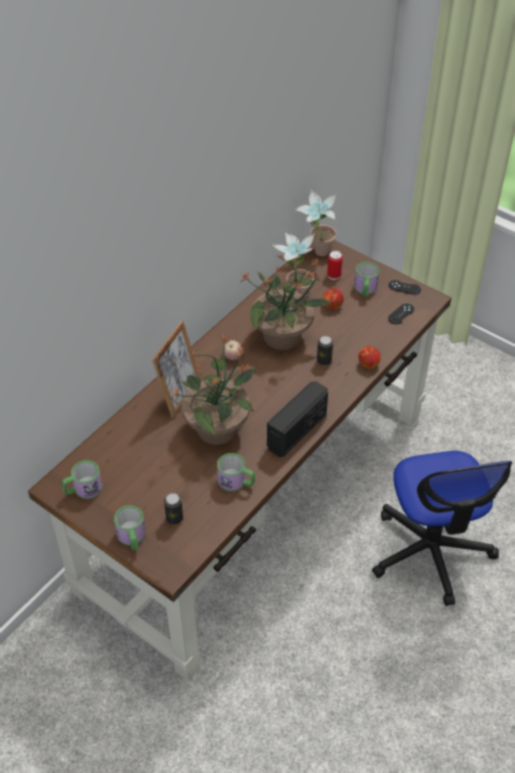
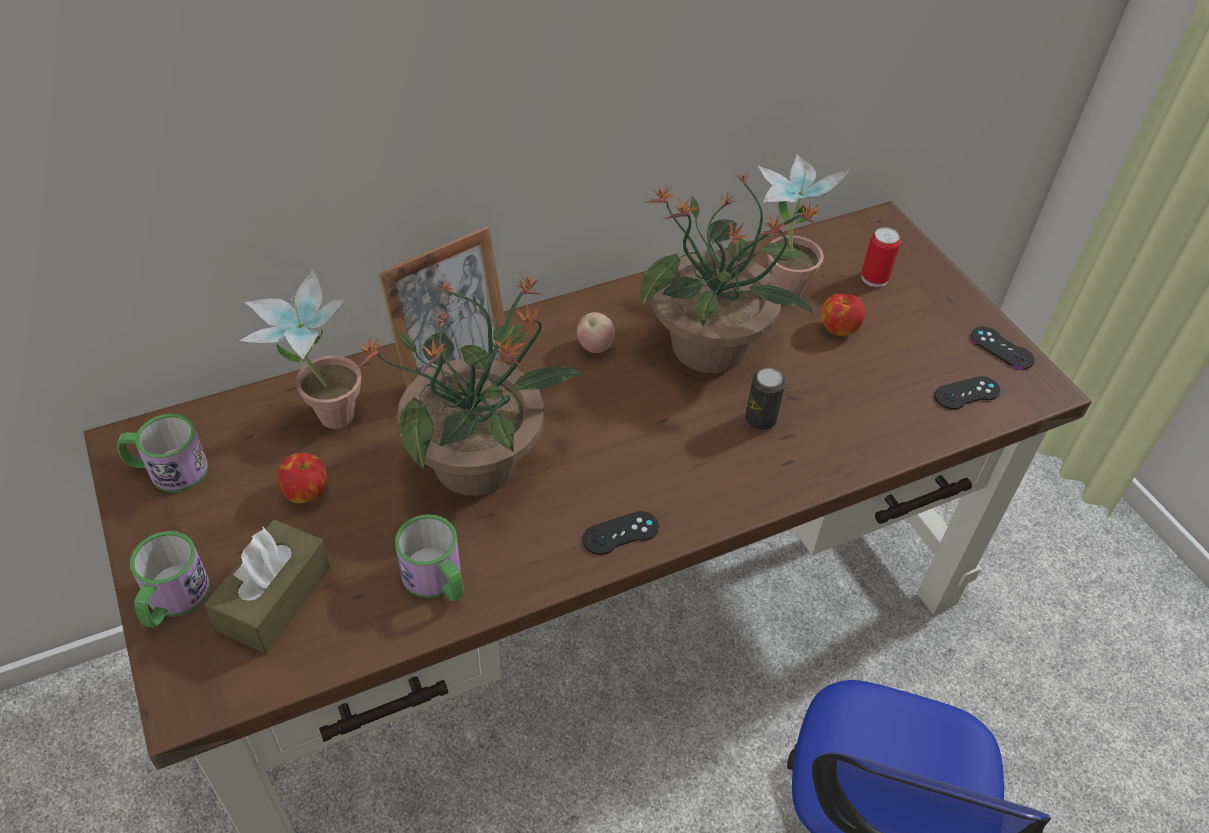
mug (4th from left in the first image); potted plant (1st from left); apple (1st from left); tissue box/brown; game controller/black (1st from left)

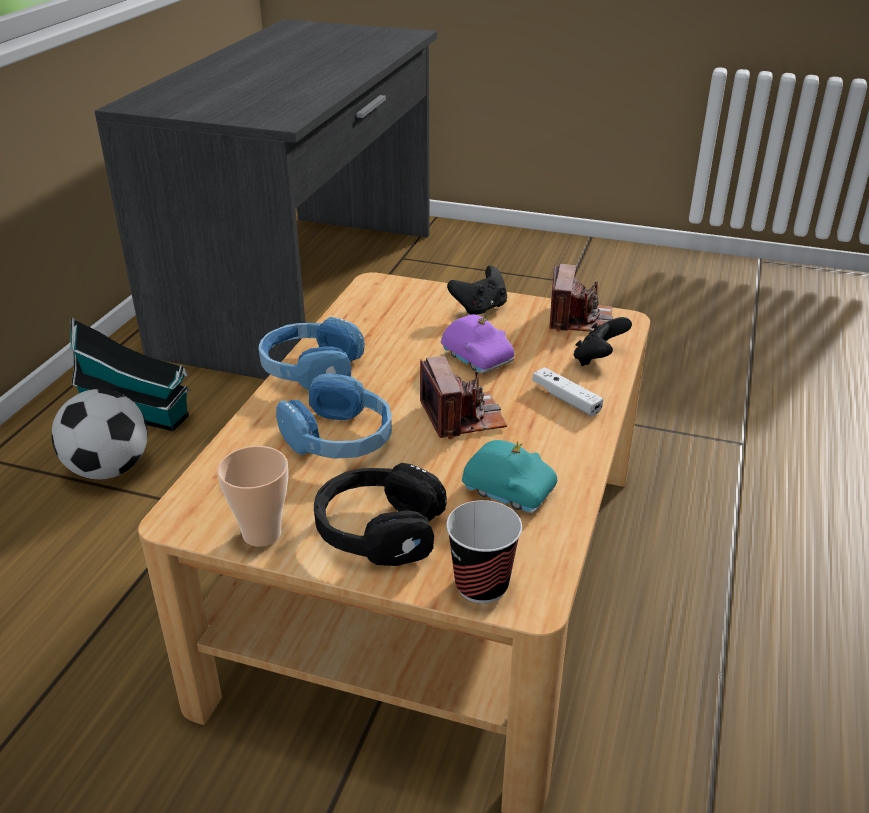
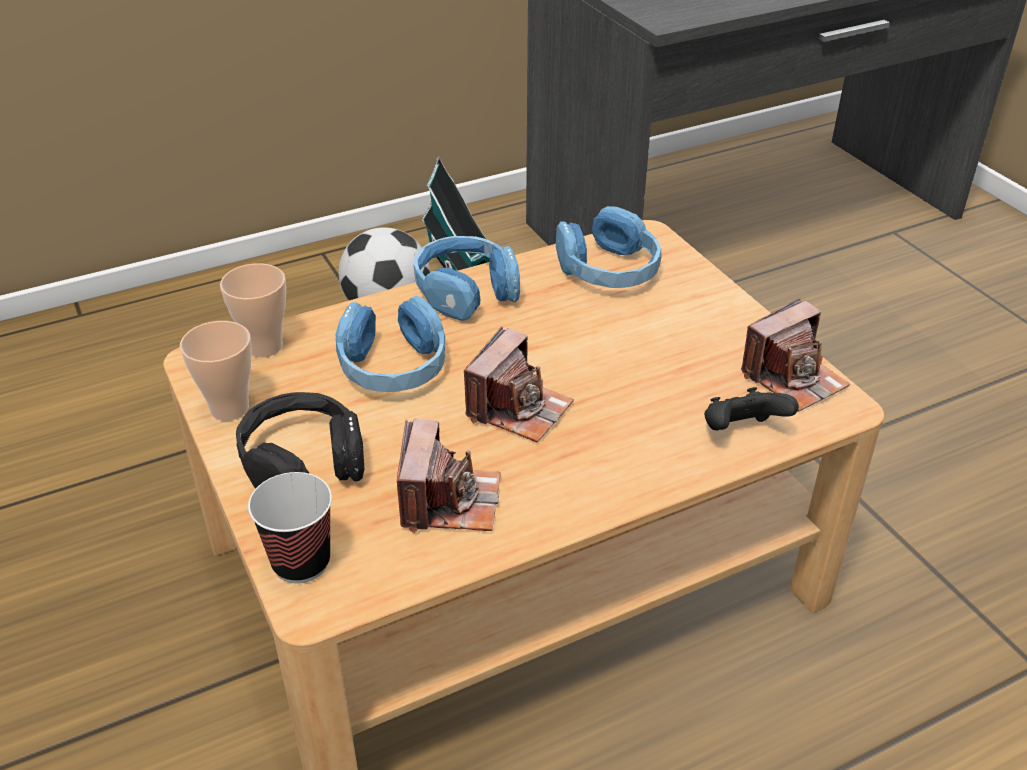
toy car/purple; game controller/black (1st from left in the first image); game controller/white; cup (2nd from left); headphones/blue (3rd from left); photo camera (1st from left)

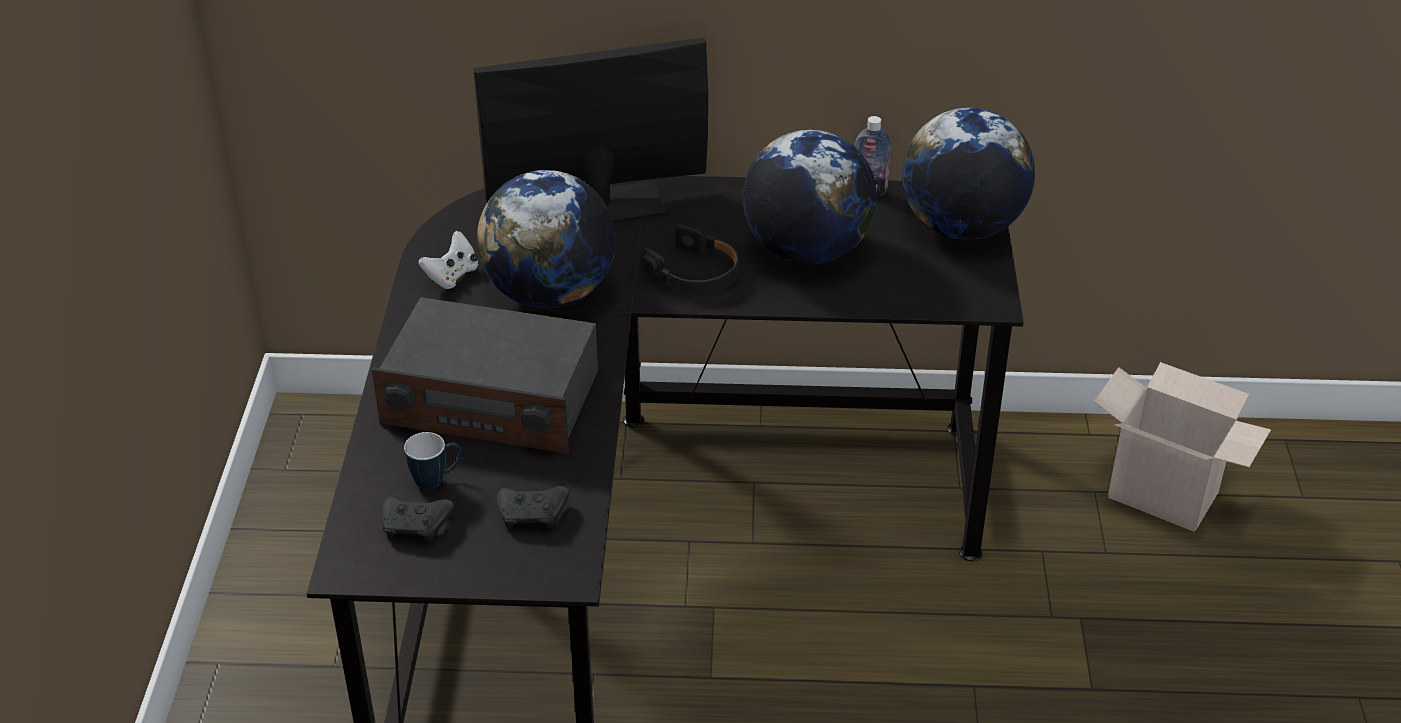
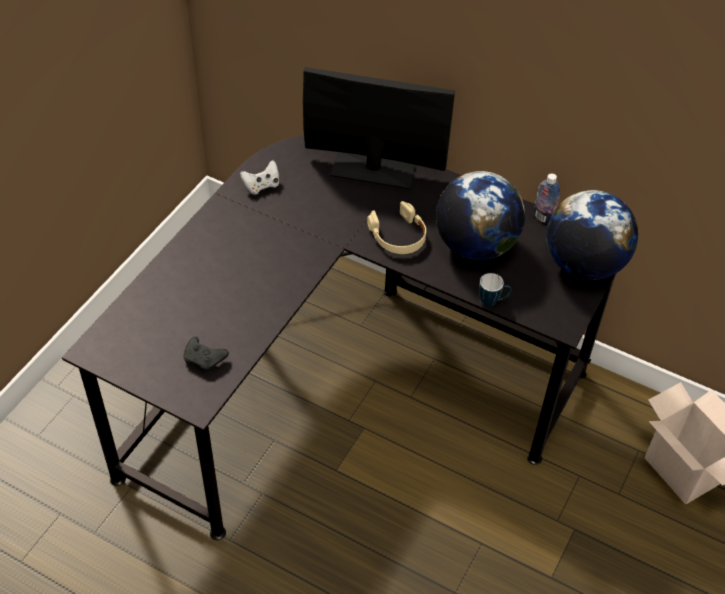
radio; game controller/black (1st from left in the first image); globe (1st from left in the first image); mug; headphones/beige

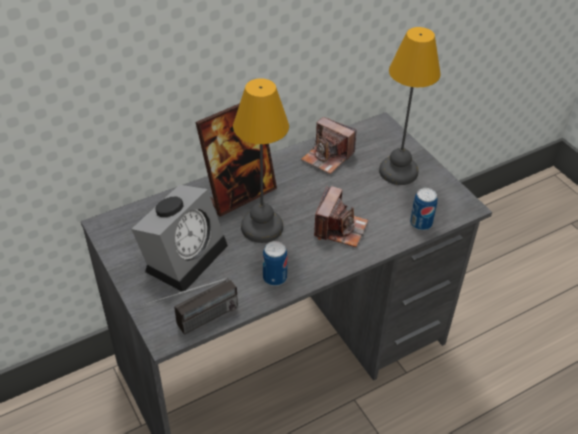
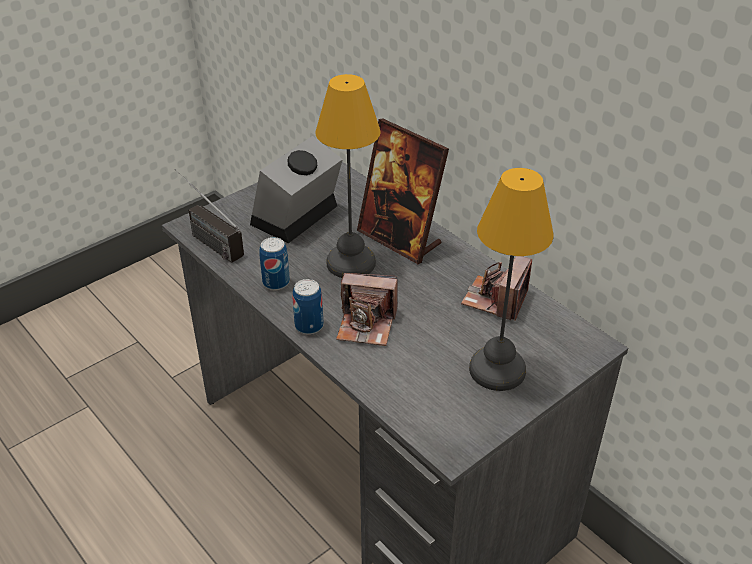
can (2nd from left); alarm clock

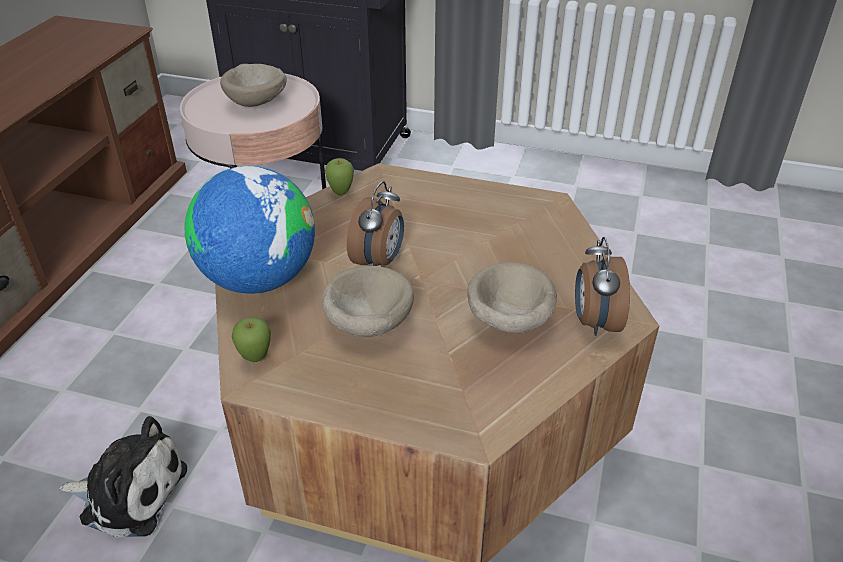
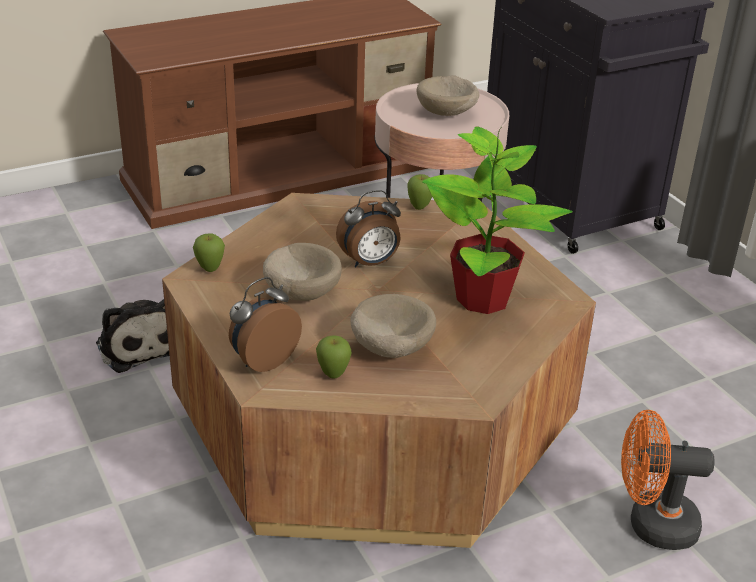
globe; apple (2nd from left); potted plant; fan/orange; alarm clock (1st from left)

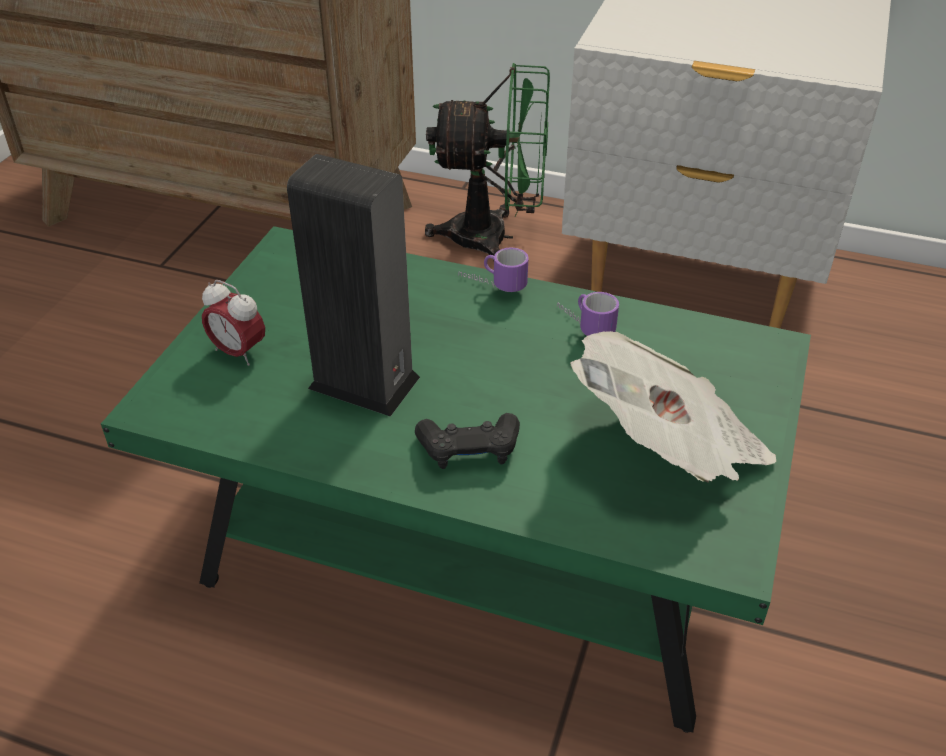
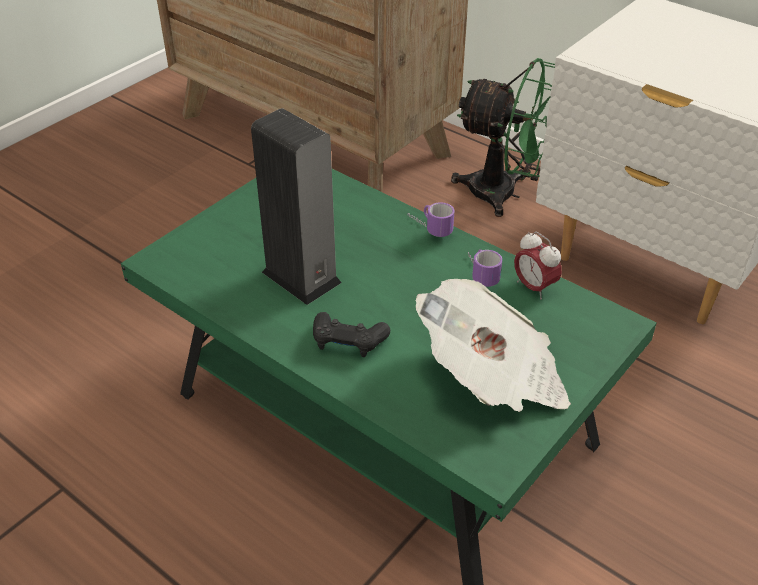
alarm clock

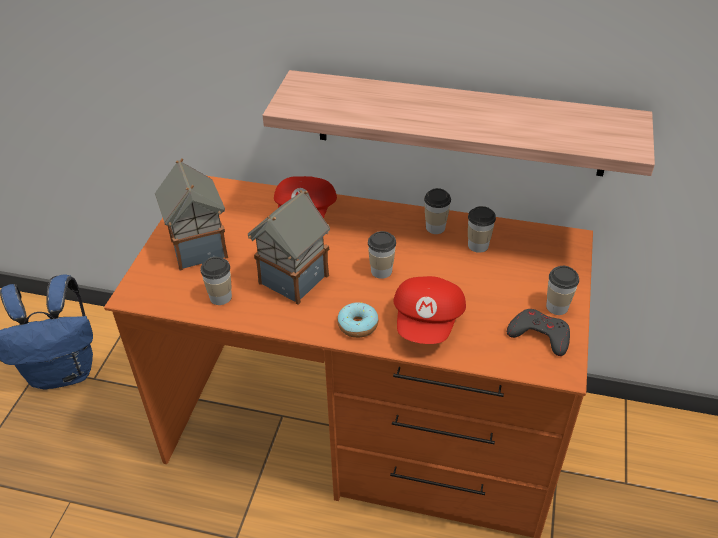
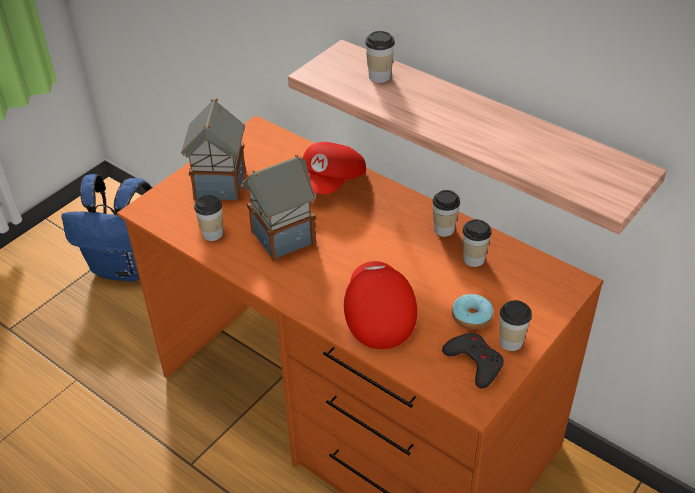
donut; cup (2nd from left); cap/red (2nd from left)

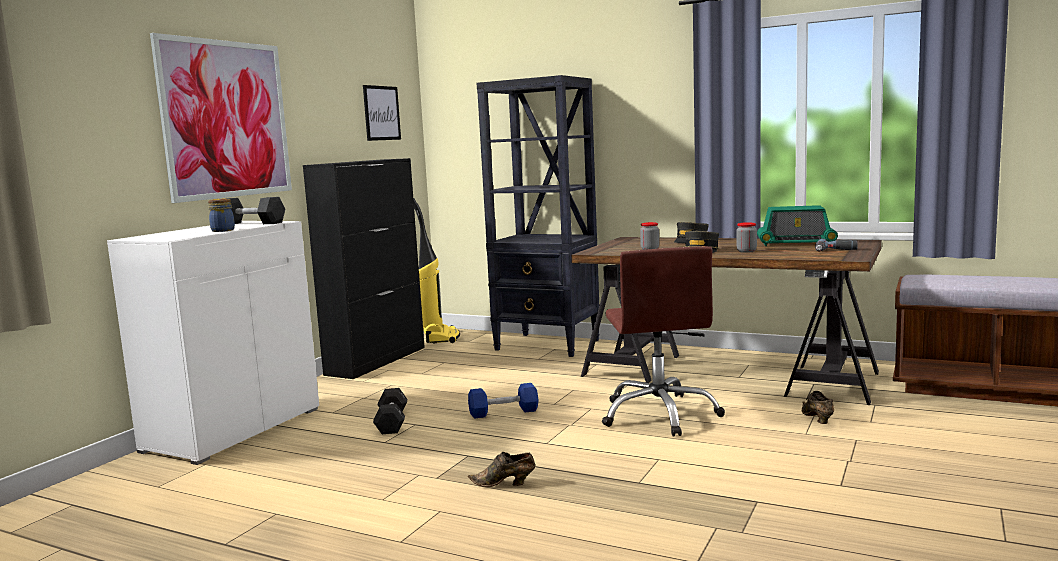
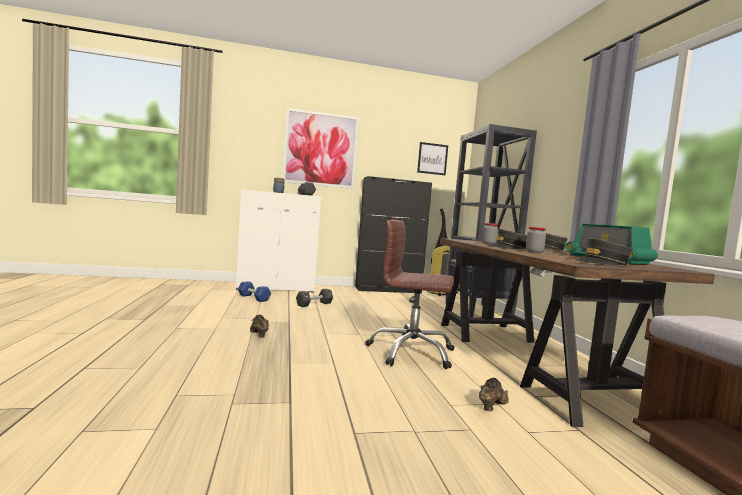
dumbbell/blue; cap/grey (3rd from left); office chair/brown

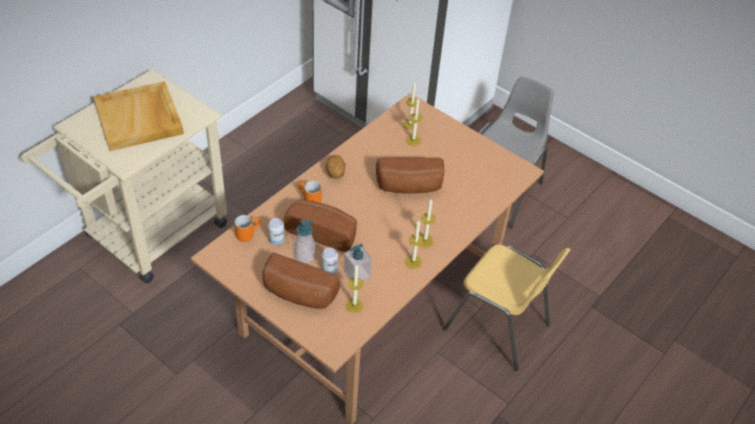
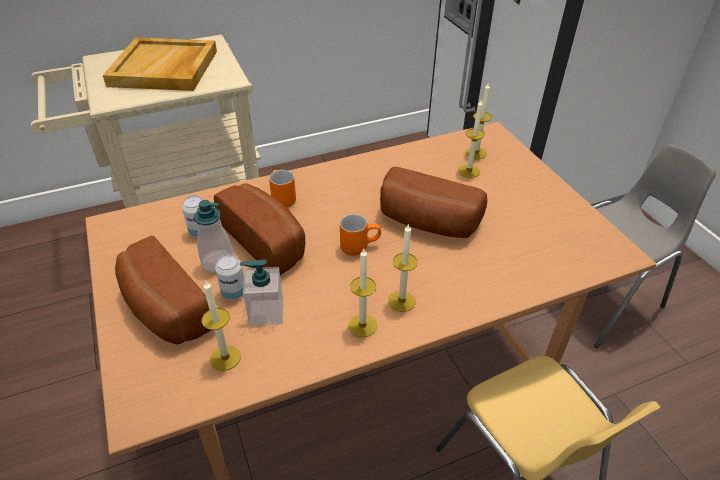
potato; mug/orange (2nd from left)

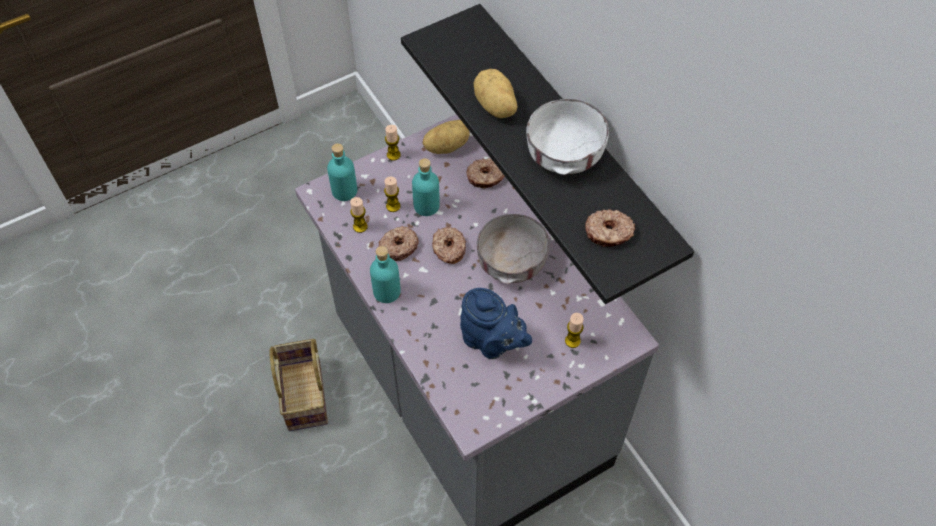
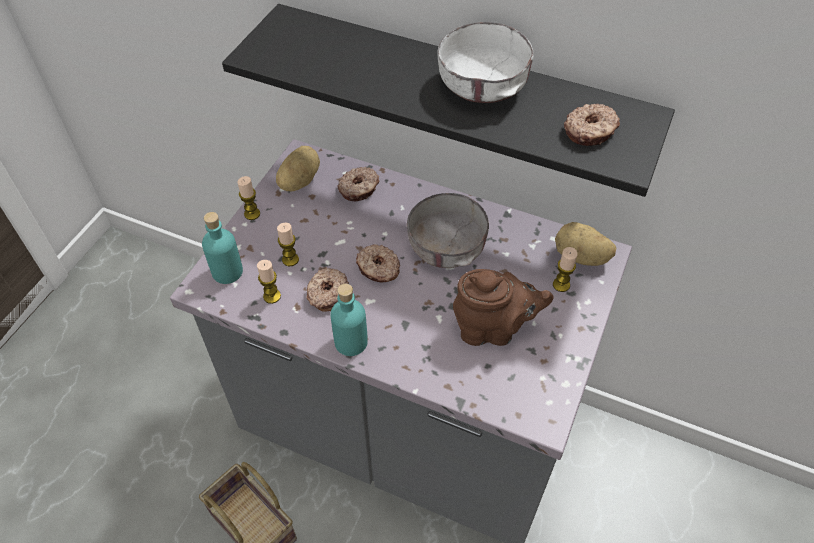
bottle/turquoise (3rd from left in the first image); potato (2nd from left); teapot/brown

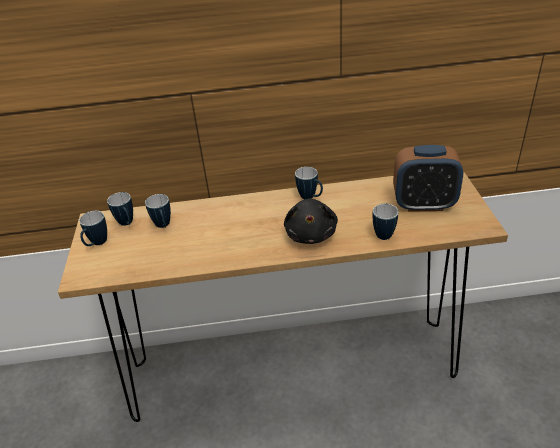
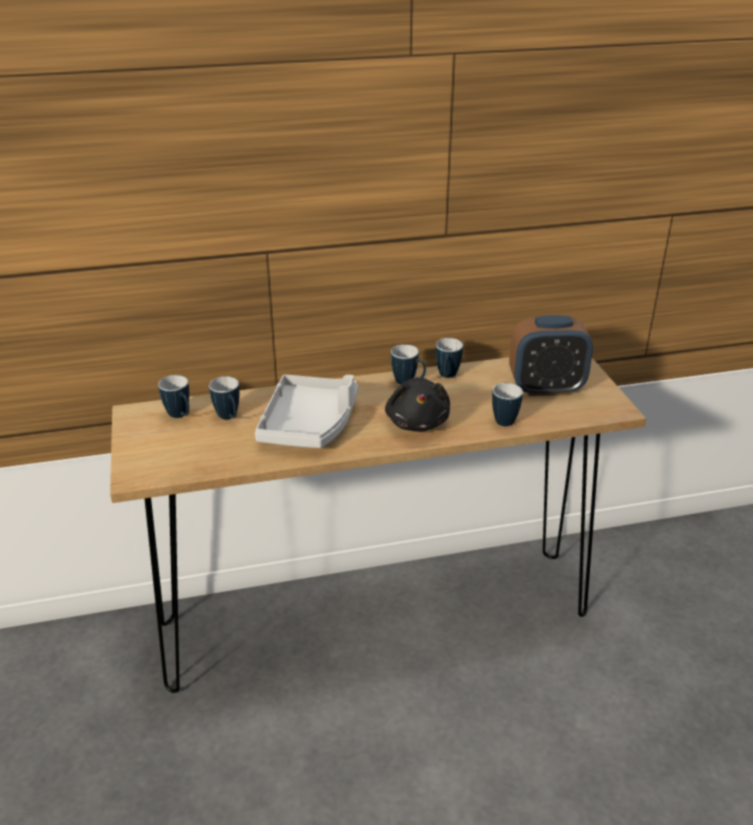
tray/grey; mug (4th from left)

